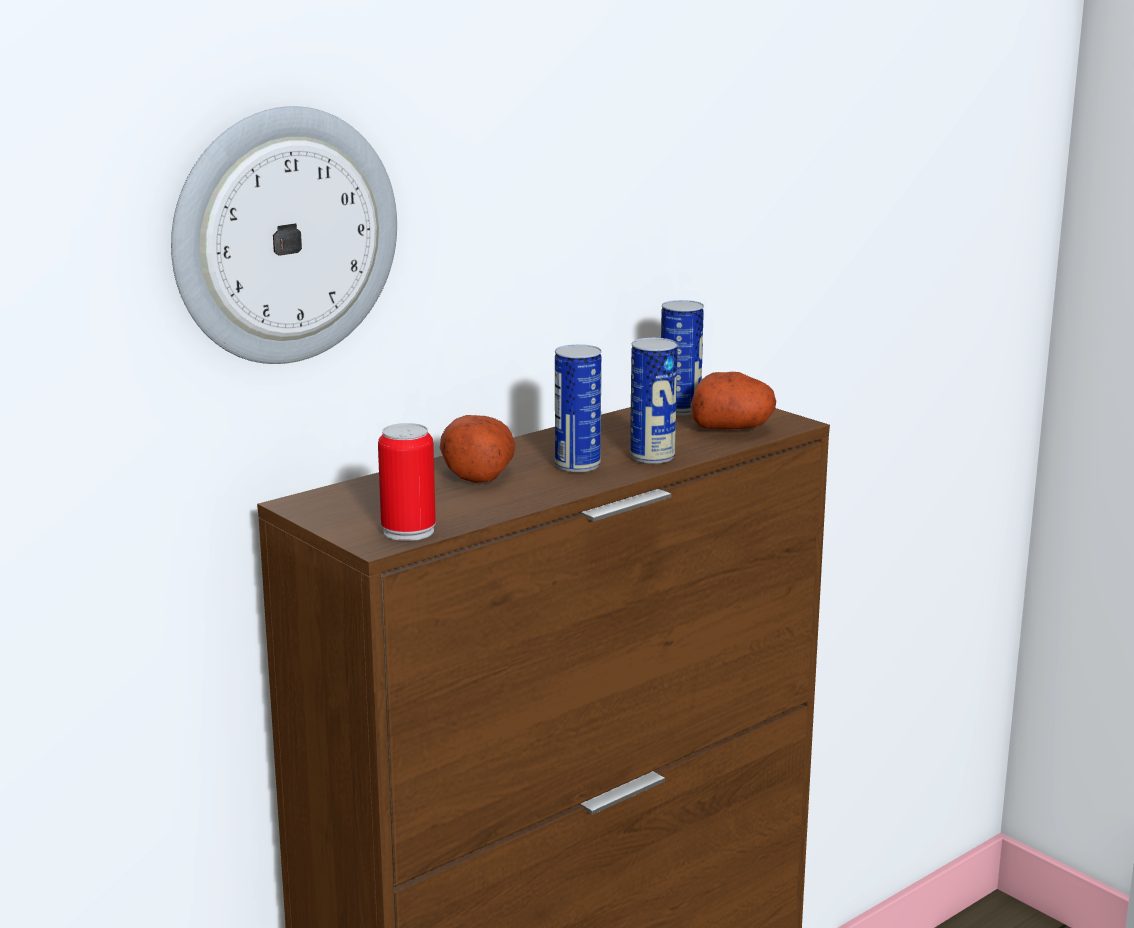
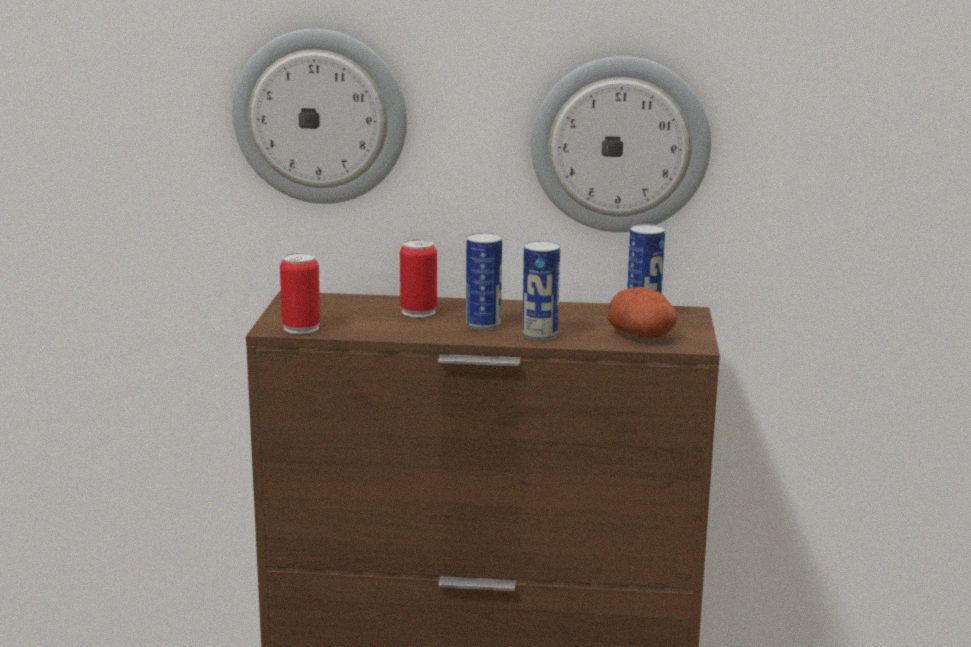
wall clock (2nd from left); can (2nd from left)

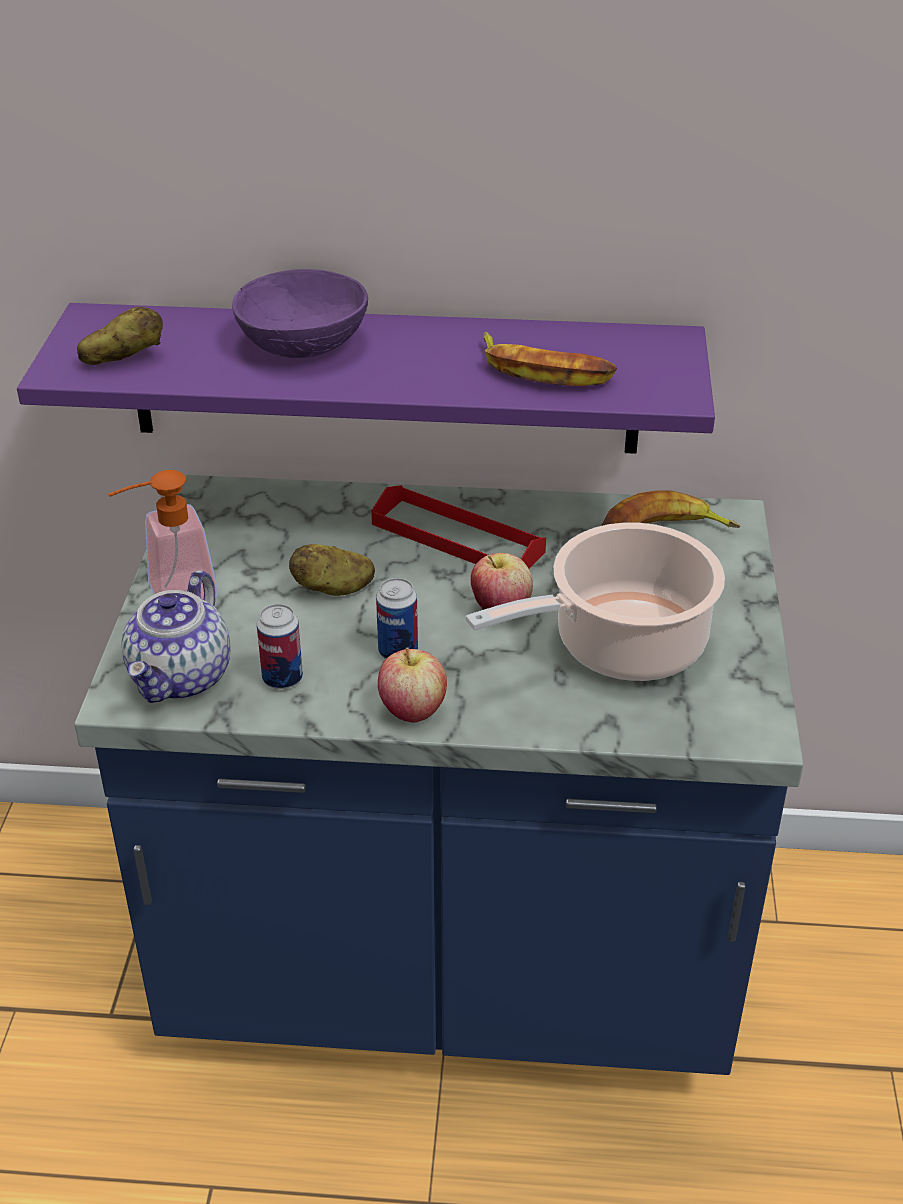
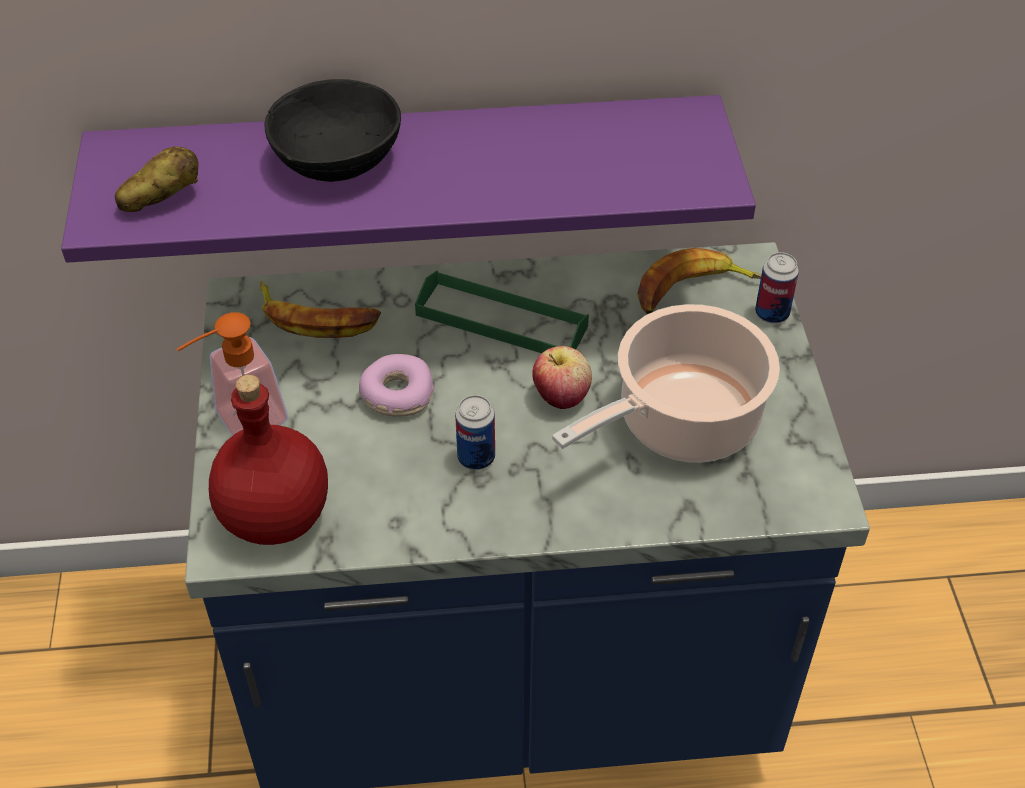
apple (1st from left in the first image); can (2nd from left); banana (1st from left); bottle/red; donut; bowl/black; tray/green

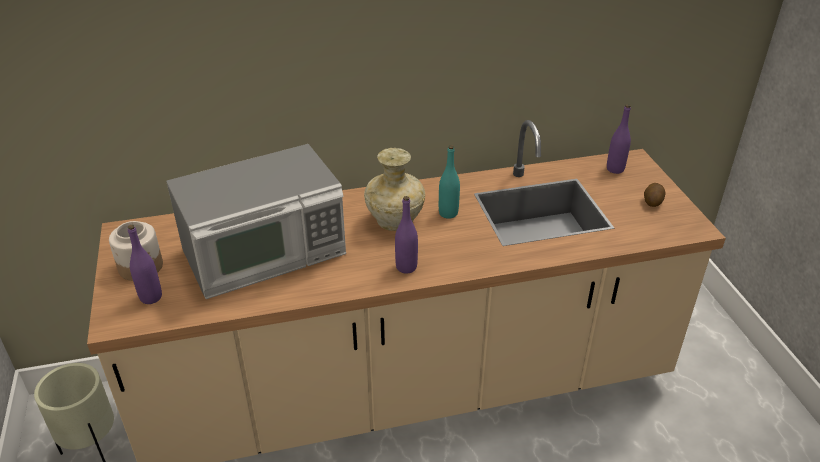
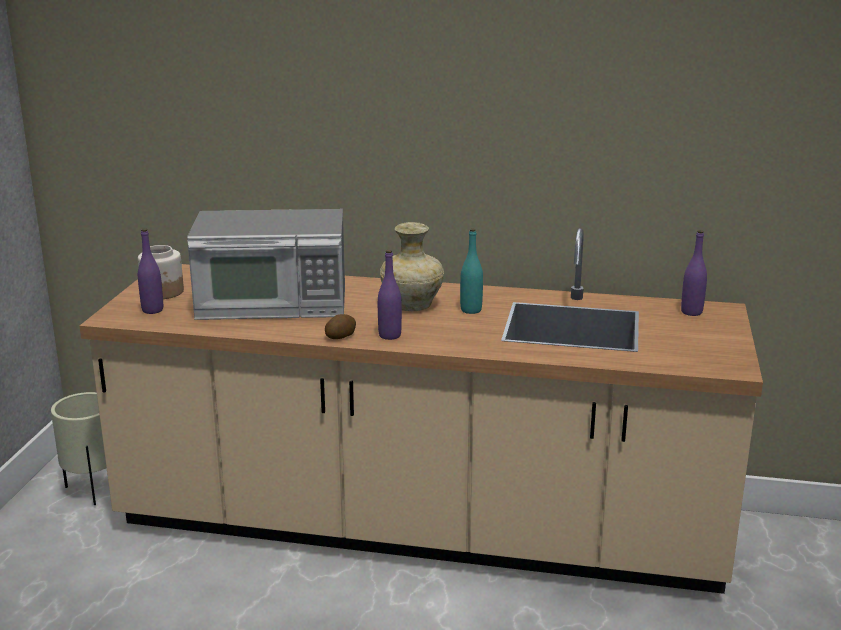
potato

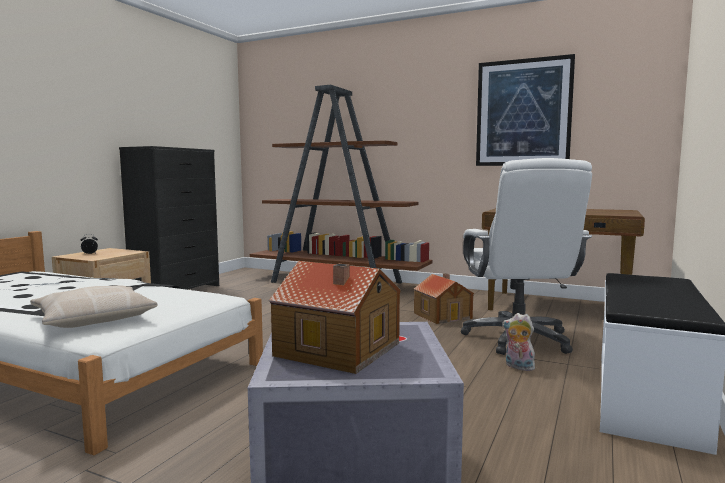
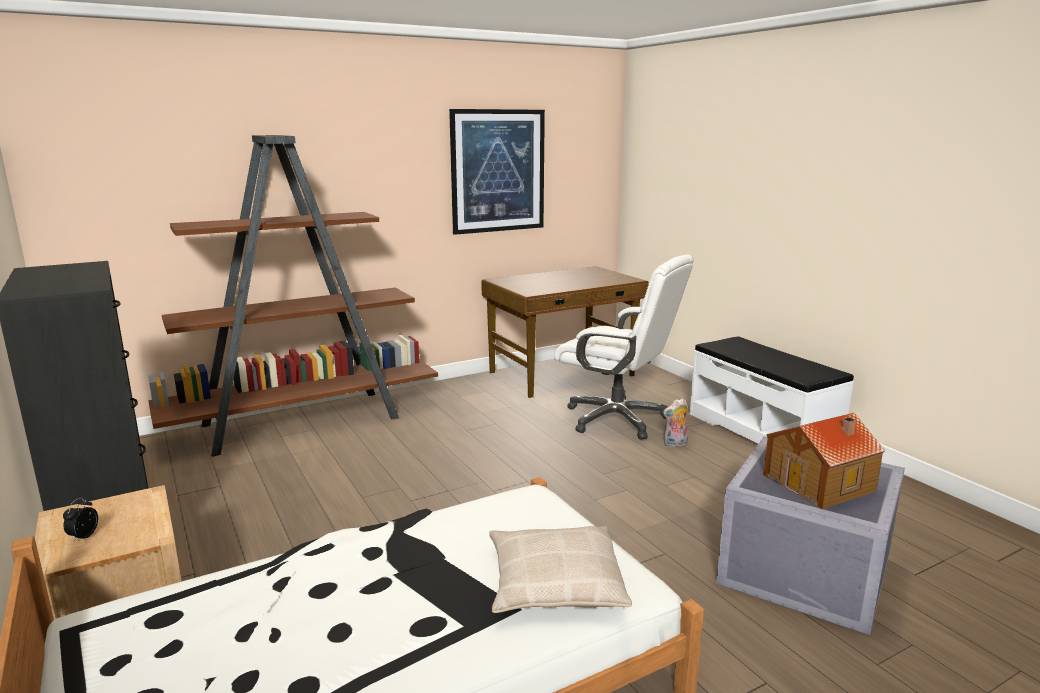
toy house (2nd from left in the first image)

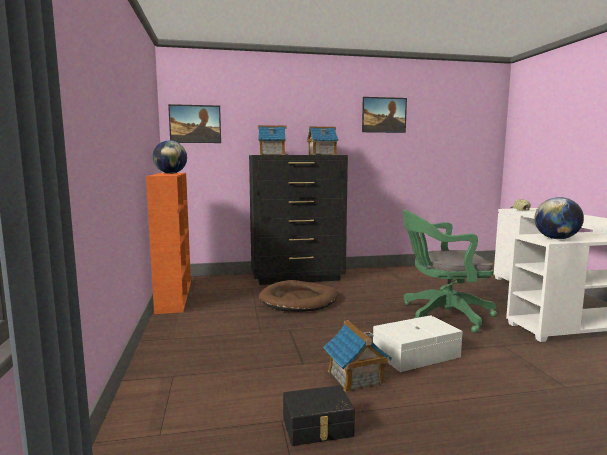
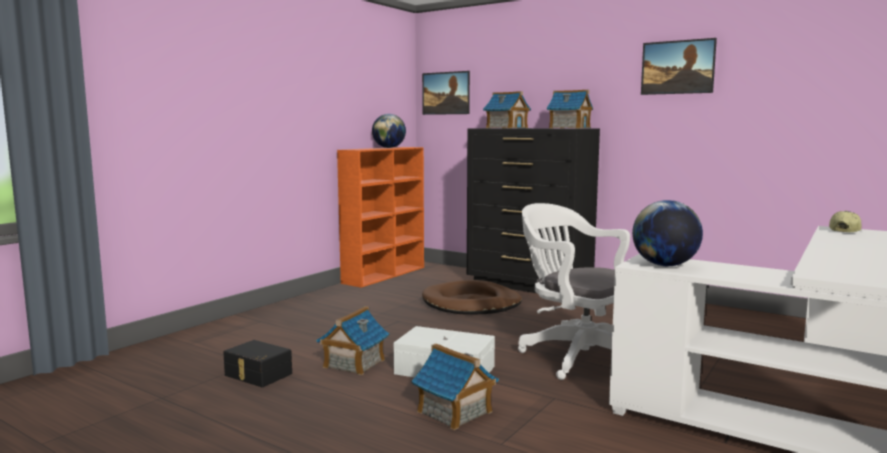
toy house (2nd from left); office chair/white

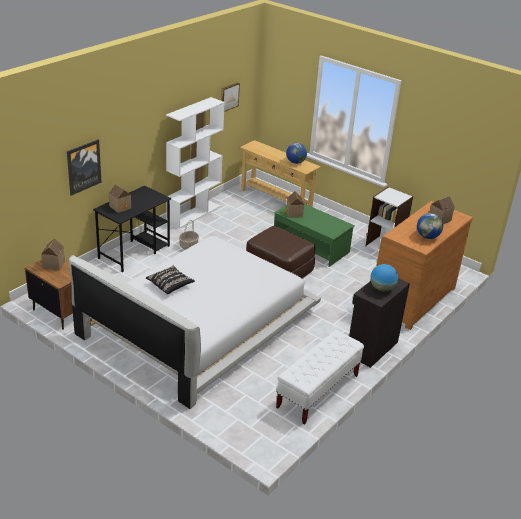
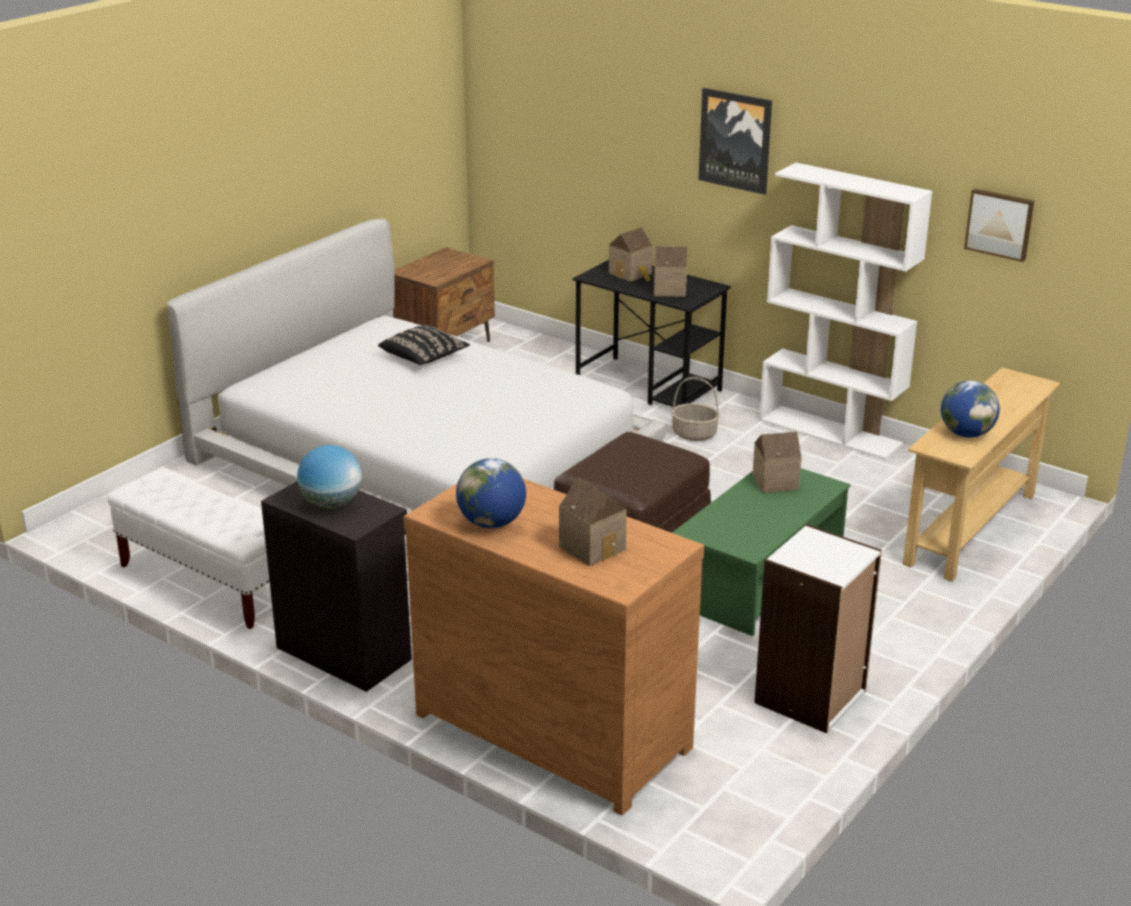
toy house (3rd from left); picture (1st from left)

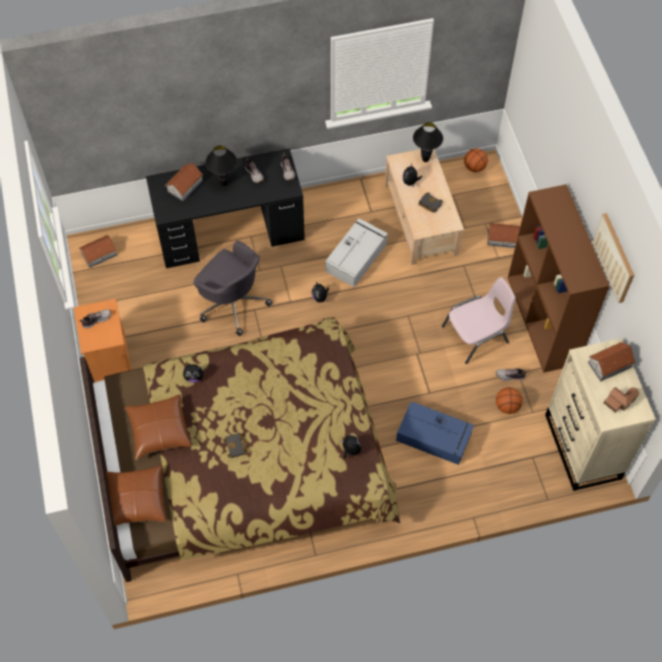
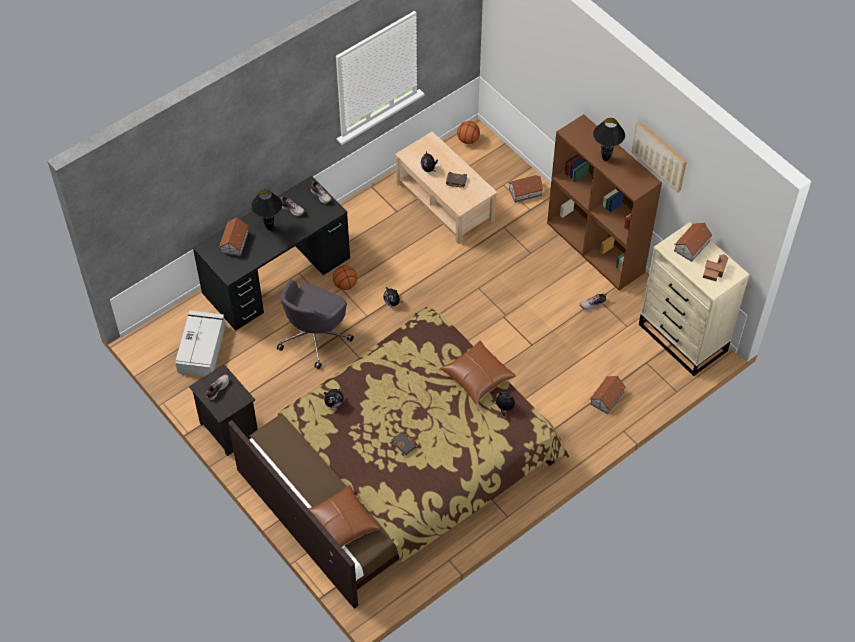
storage box/blue; chair/pink; toy house (3rd from left); pillow/brown (2nd from left); storage box/grey; table lamp/black (2nd from left); basketball (1st from left); nightstand/black; office chair/grey

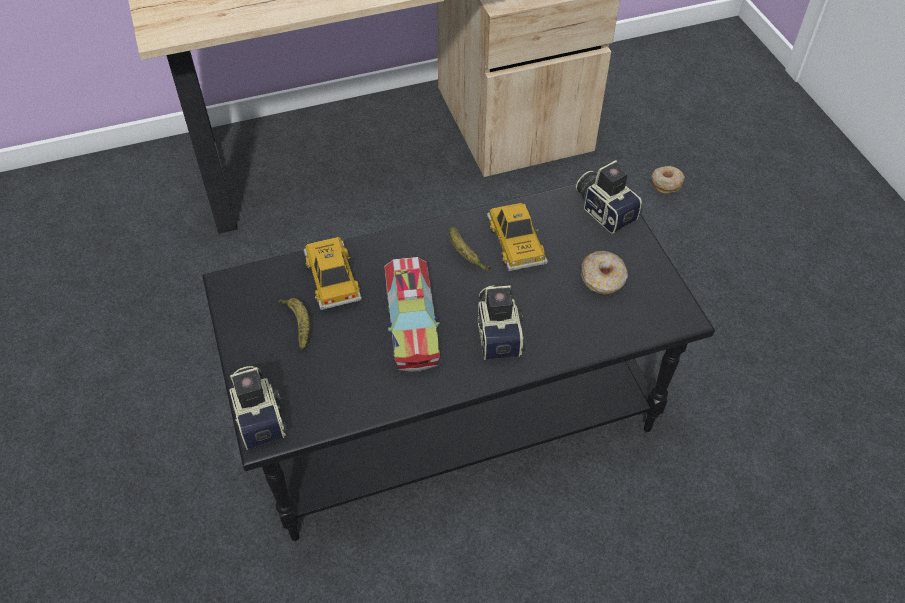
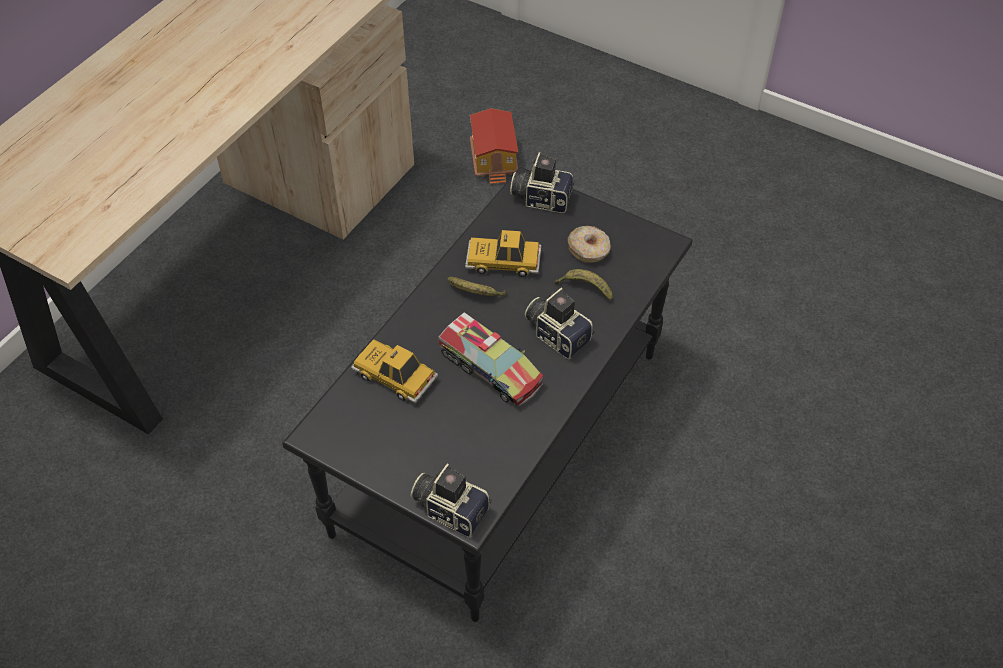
banana (2nd from left); toy house; toy car (2nd from left)

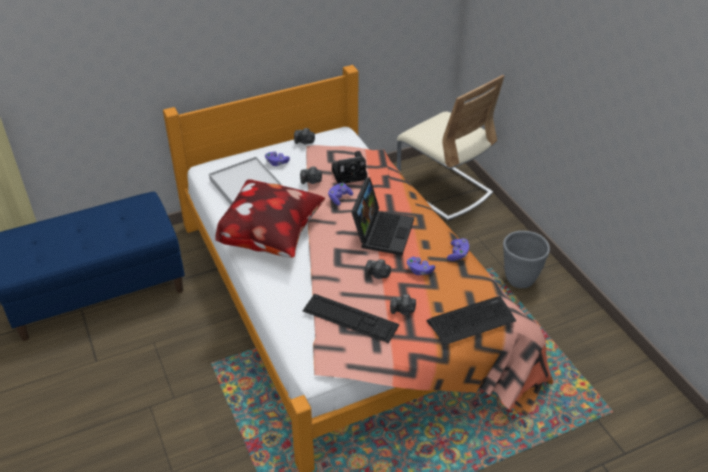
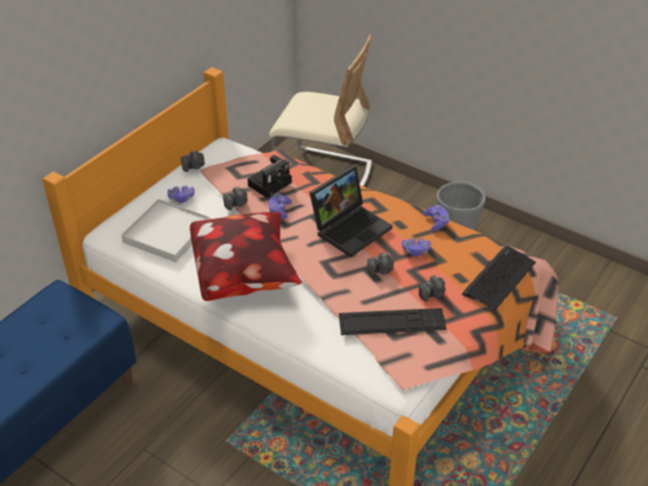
laptop

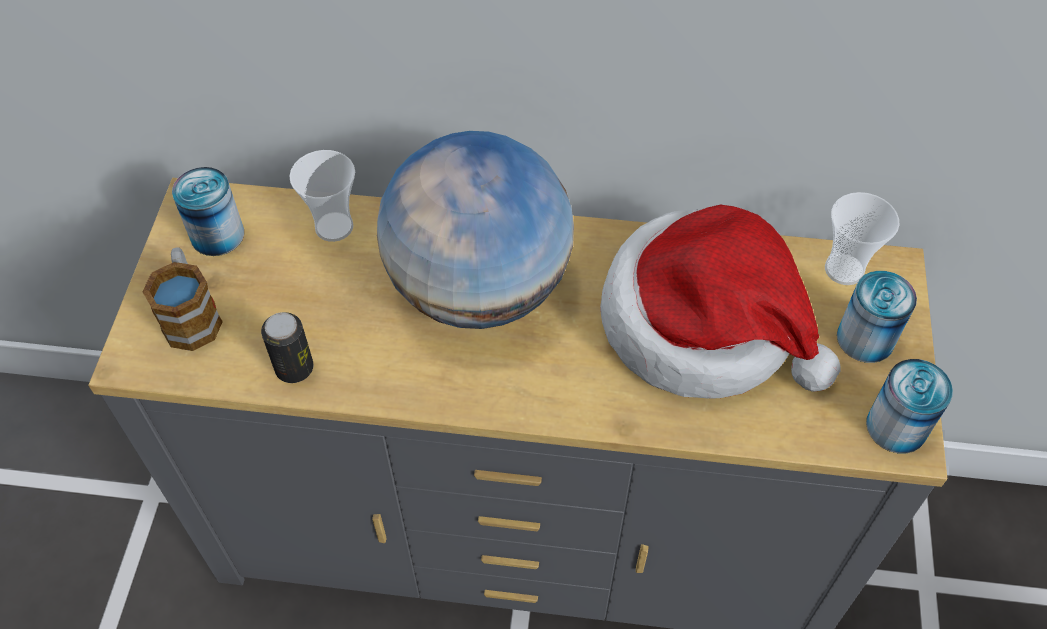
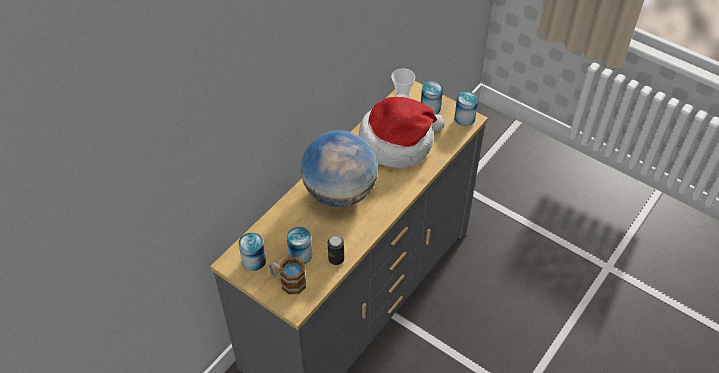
cup (1st from left in the first image); can (2nd from left)

